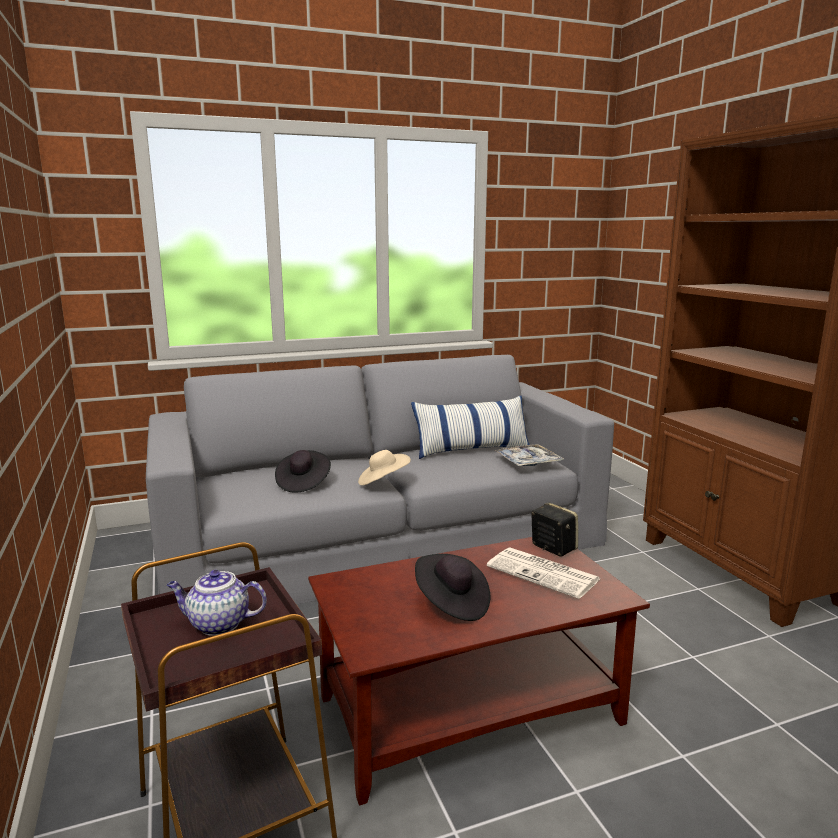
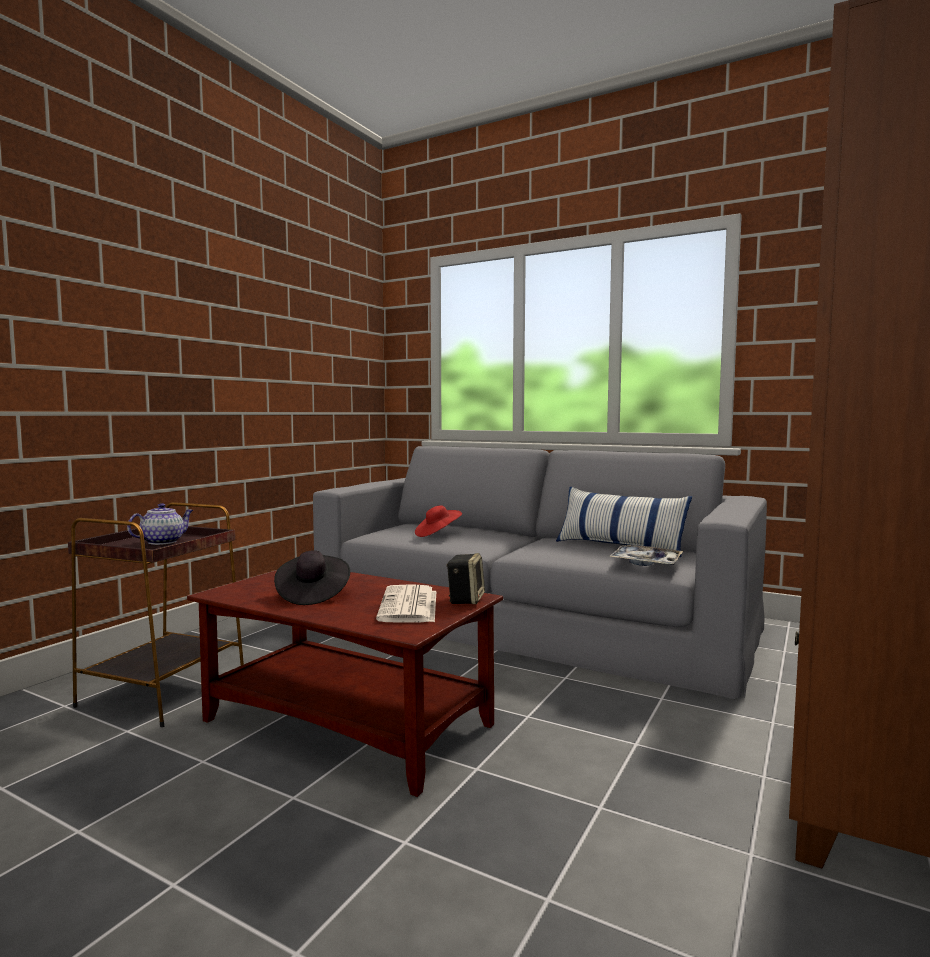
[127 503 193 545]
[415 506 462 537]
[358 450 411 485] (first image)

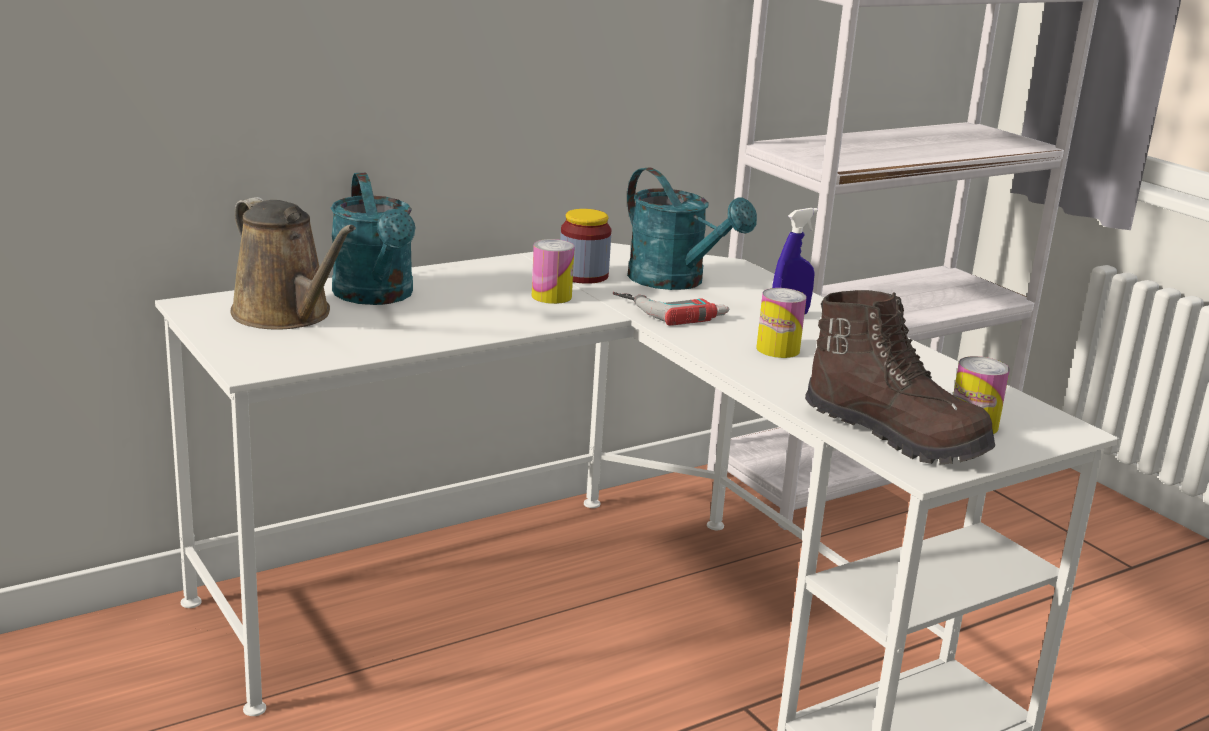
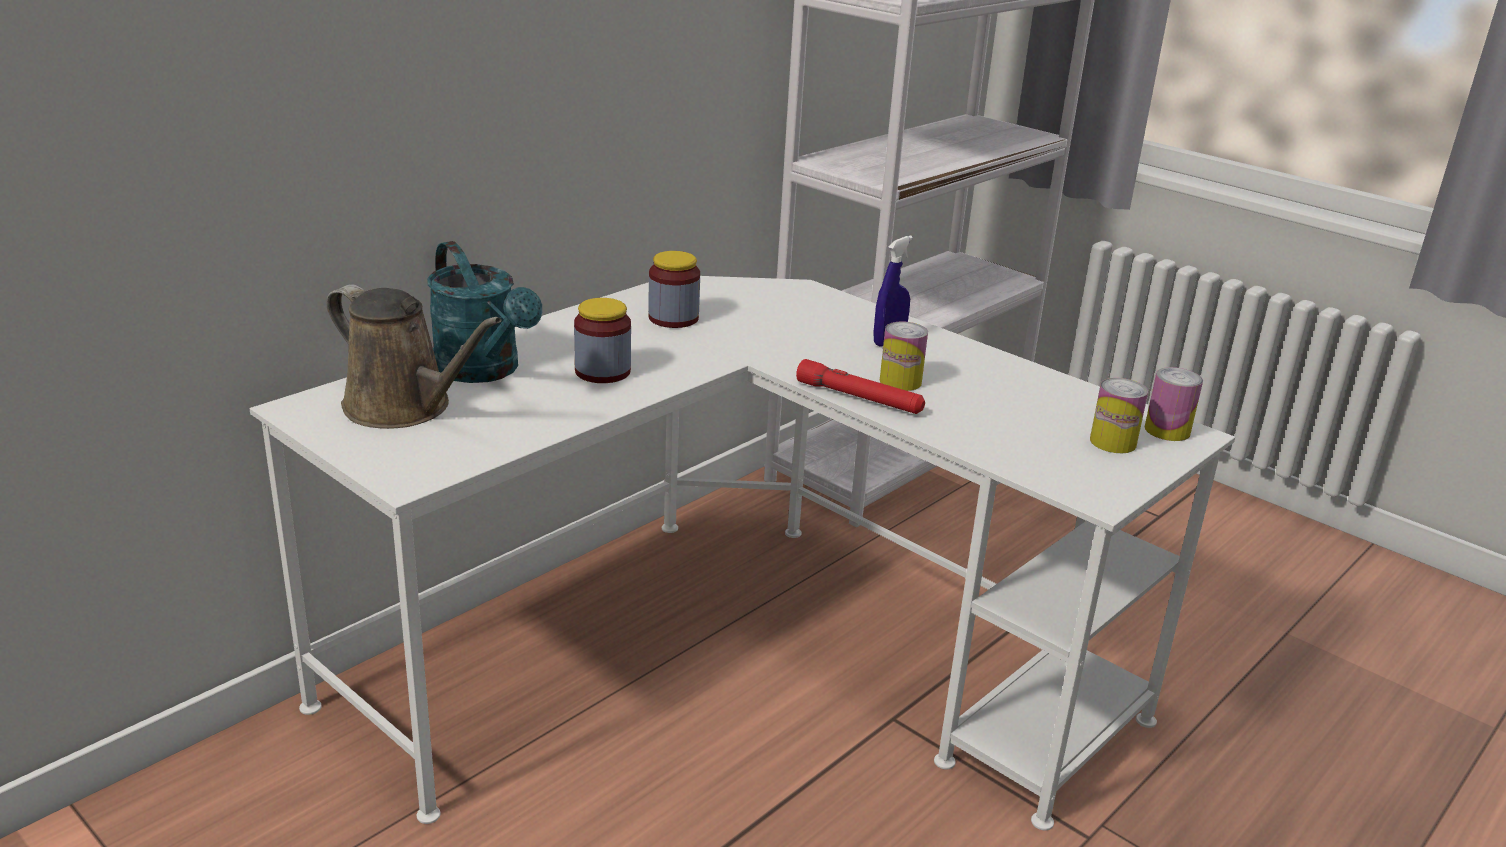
[1145 367 1203 441]
[613 292 729 326] (first image)
[627 168 757 290] (first image)
[805 290 995 464] (first image)
[574 298 631 383]
[796 359 925 414]

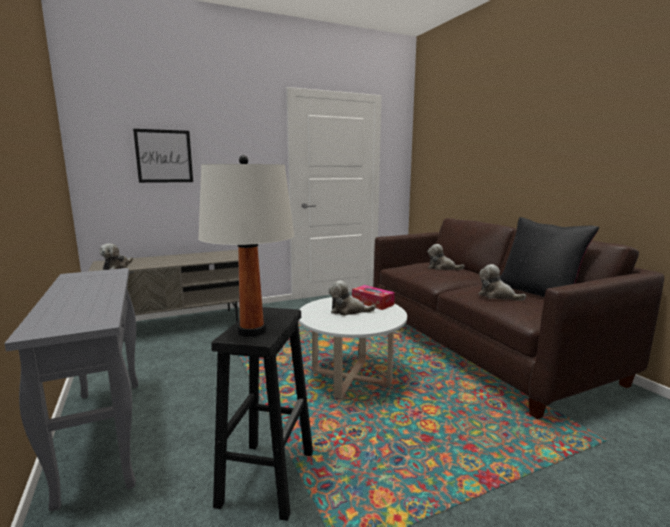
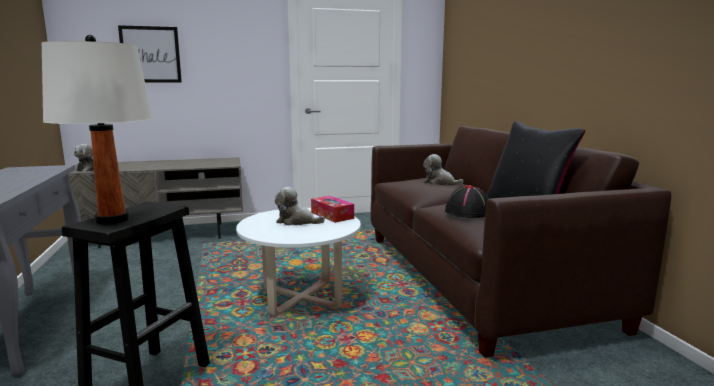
[445 185 489 218]

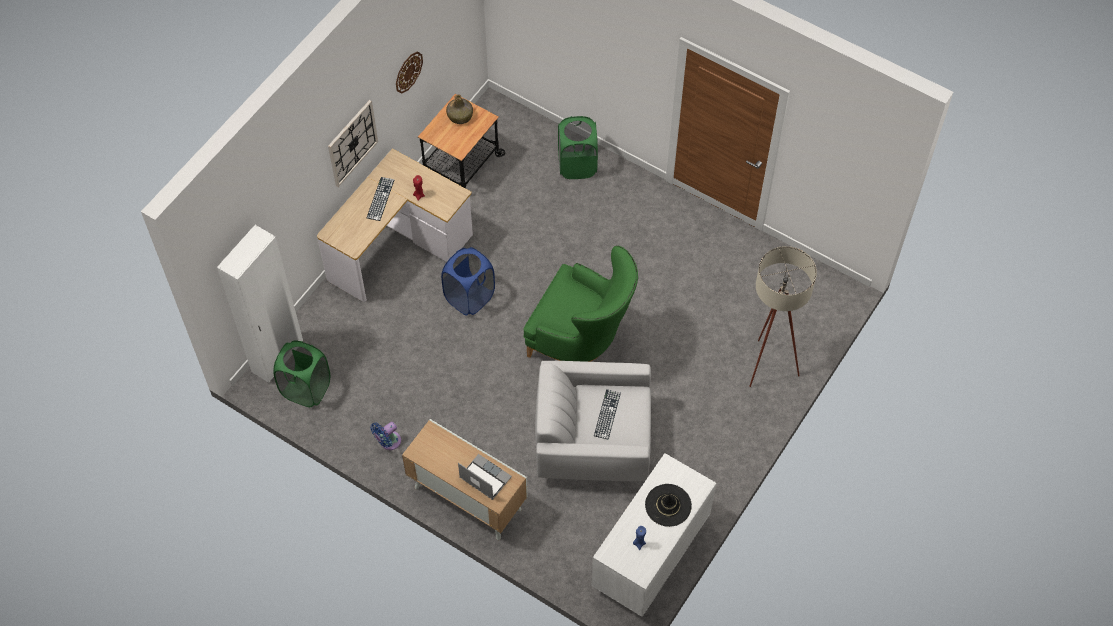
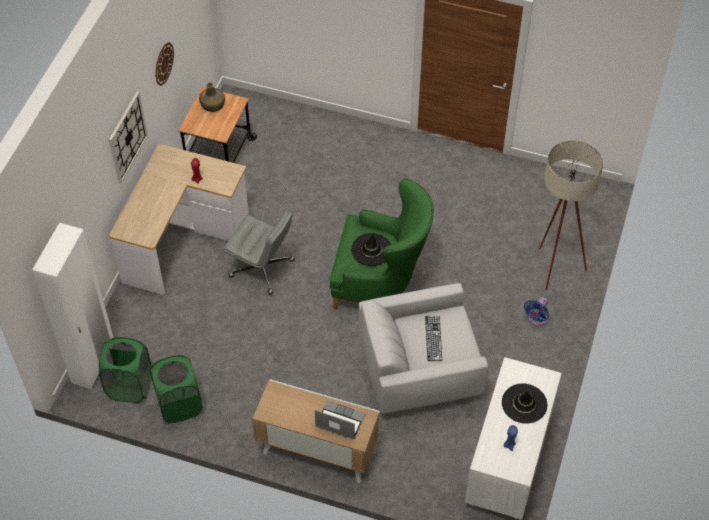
[367 177 394 221] (first image)
[524 297 549 326]
[224 211 295 295]
[150 355 203 423]
[351 233 391 266]

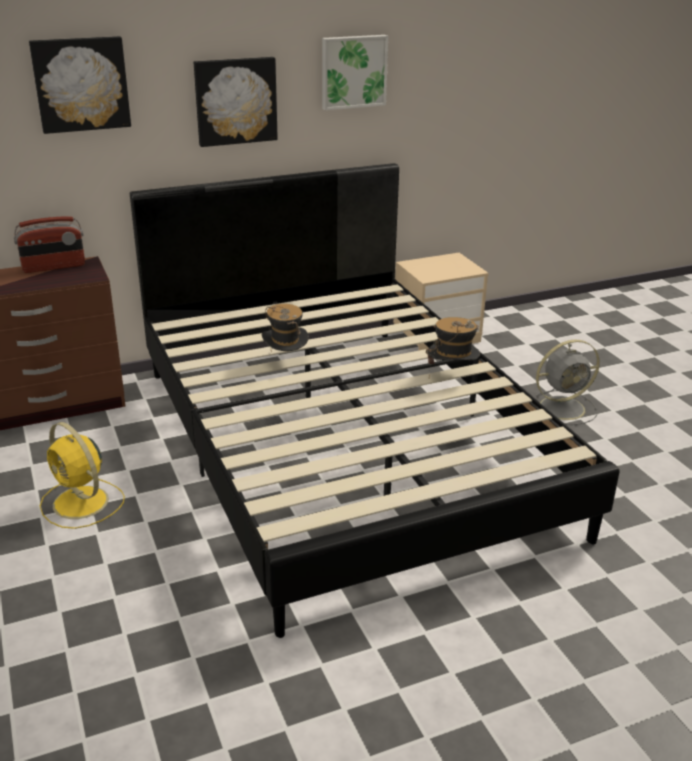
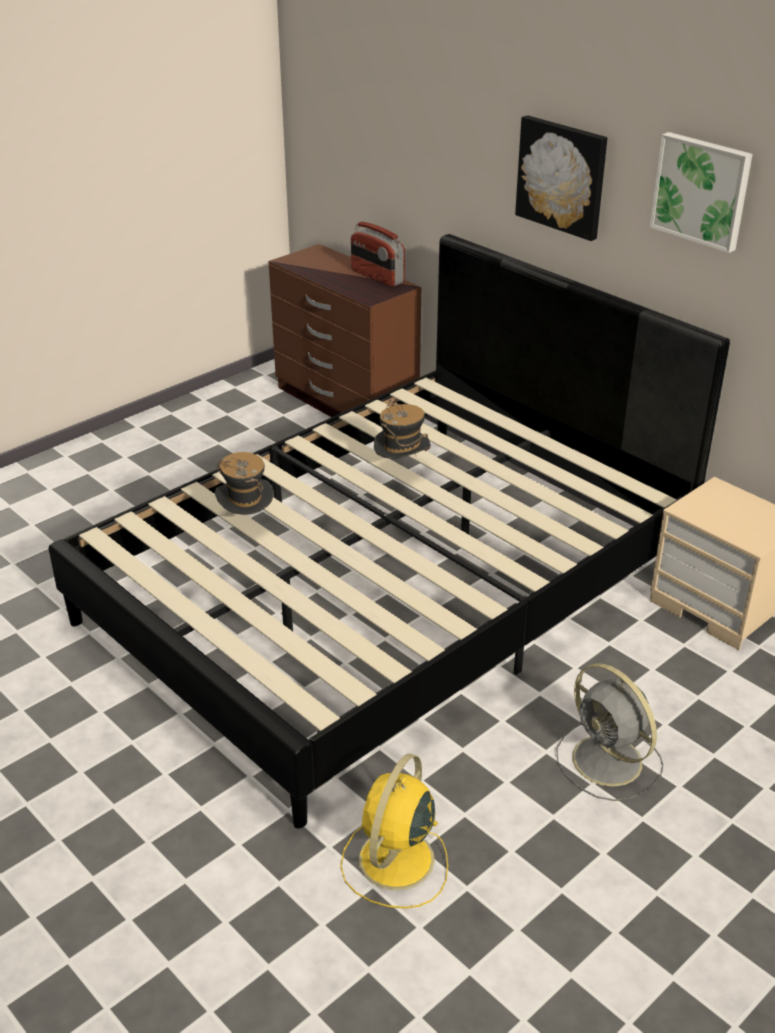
[29 36 131 134] (first image)
[340 753 448 909]
[215 452 274 515]

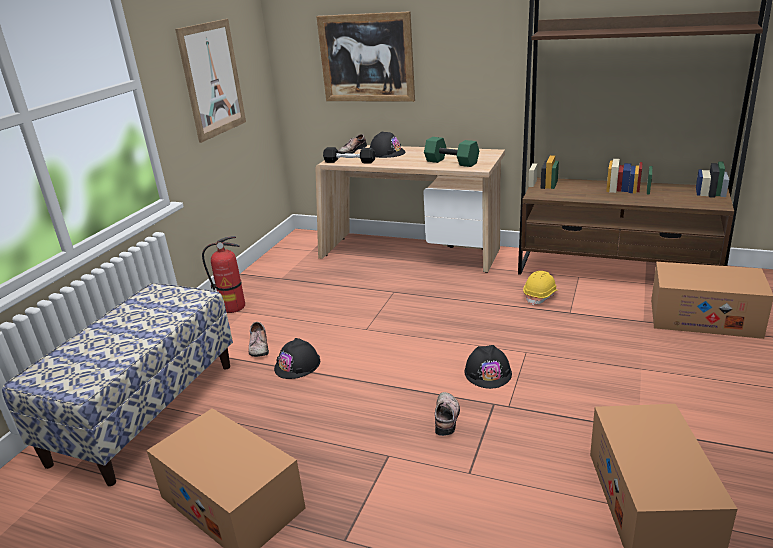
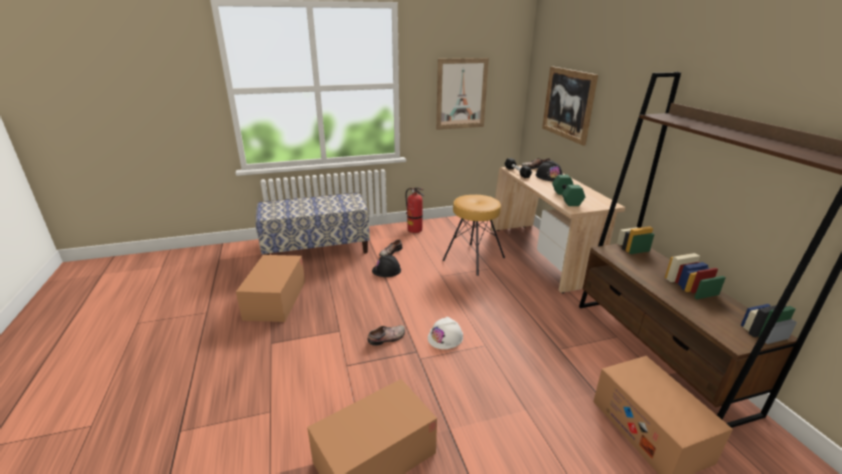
[428 317 463 349]
[523 271 557 306] (first image)
[443 195 505 276]

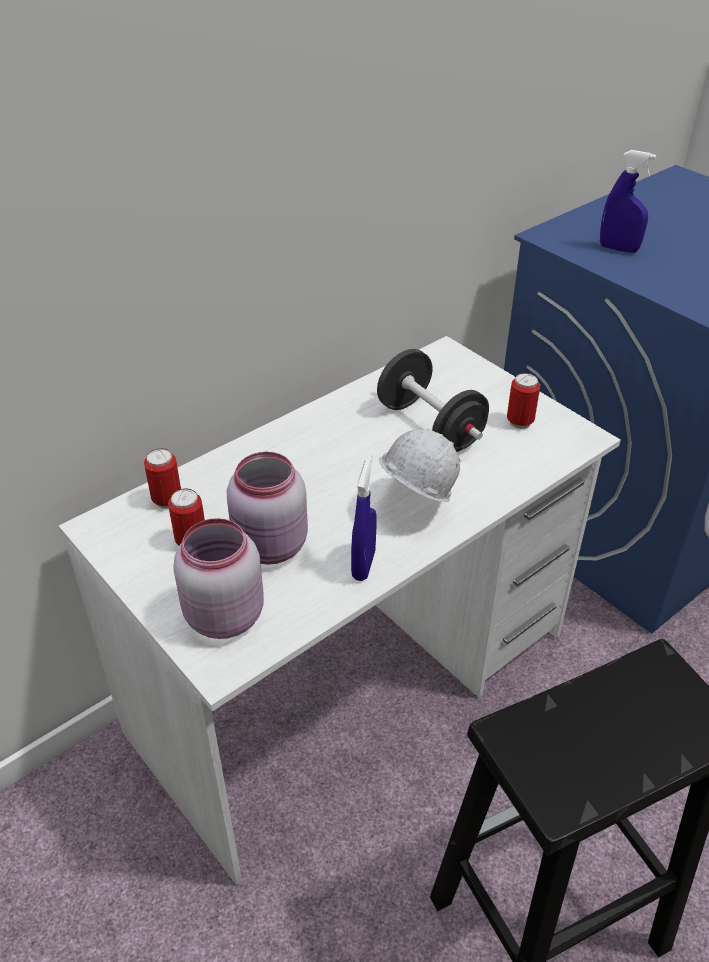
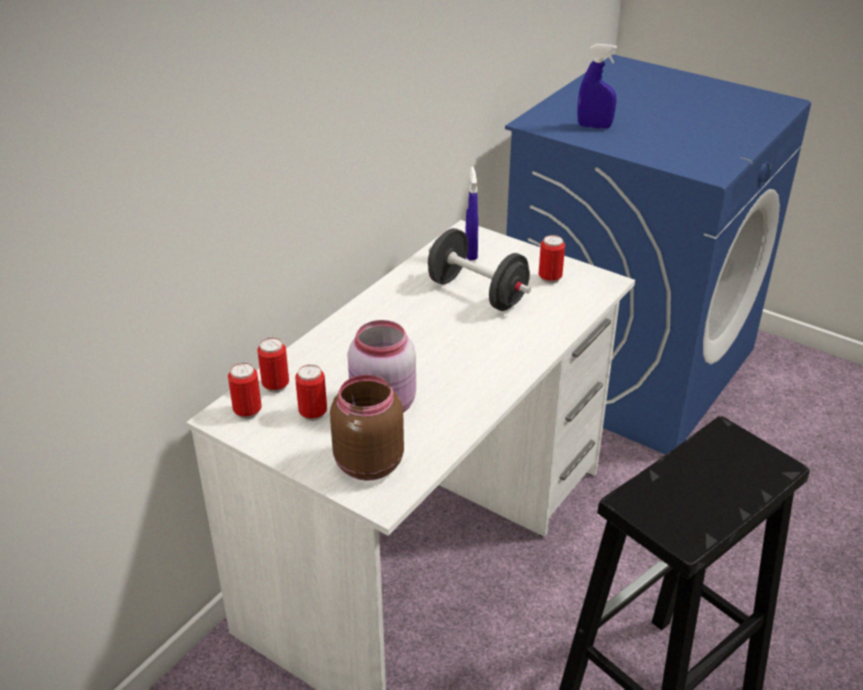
[330 375 404 481]
[465 167 478 260]
[379 428 460 502] (first image)
[228 363 261 419]

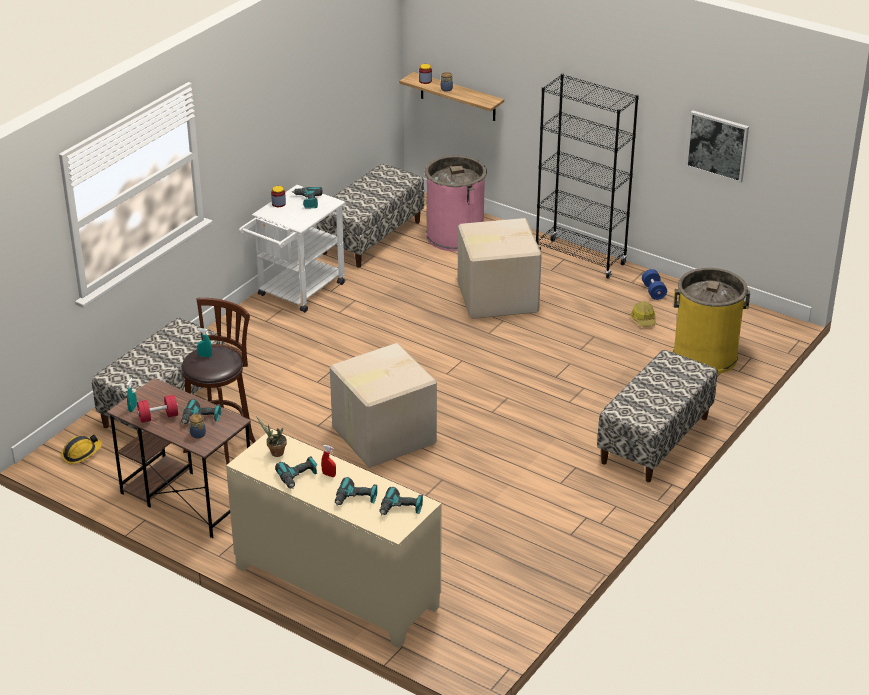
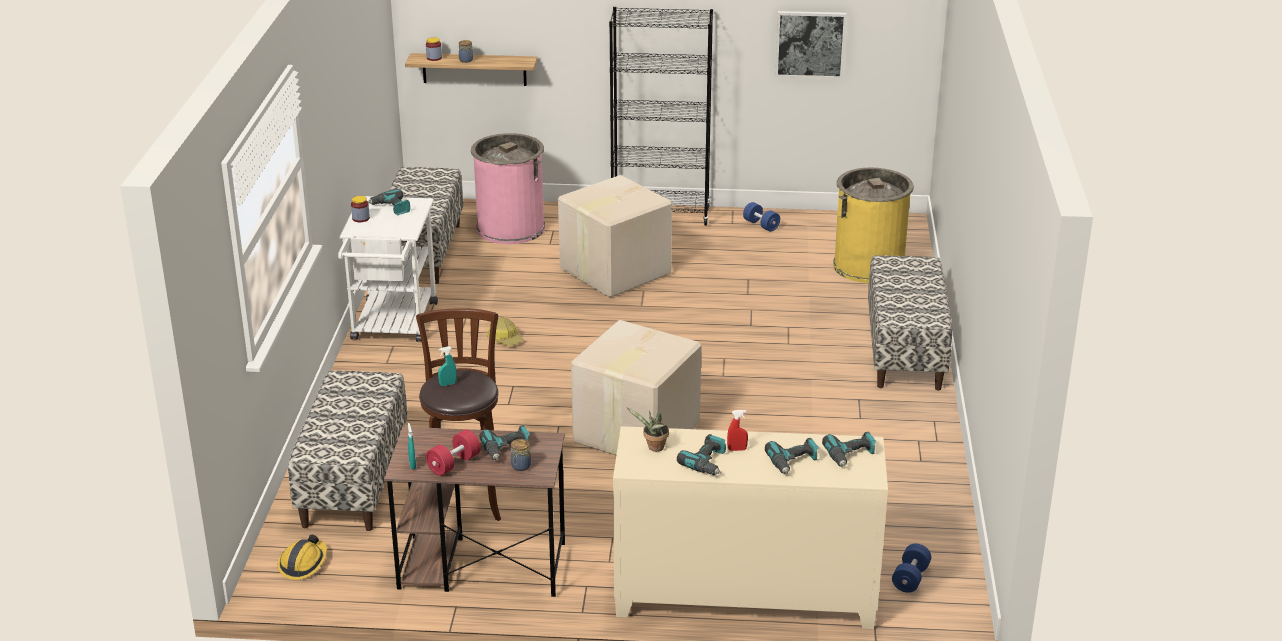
[487 317 523 346]
[892 543 931 593]

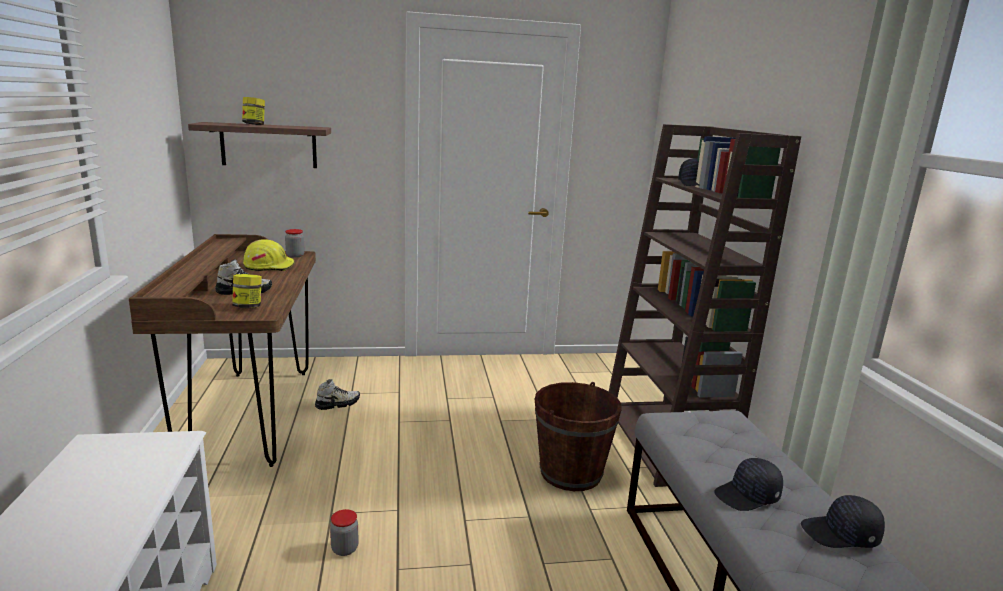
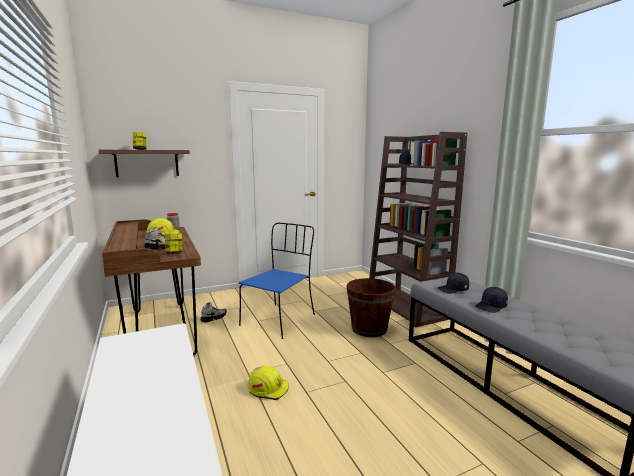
[248 366 289 400]
[438 273 469 293]
[239 223 315 339]

